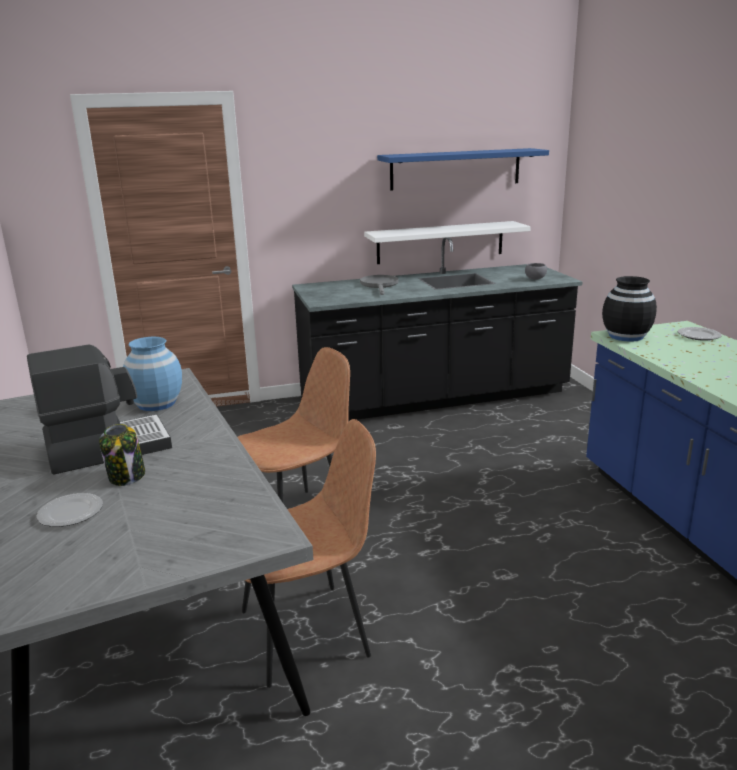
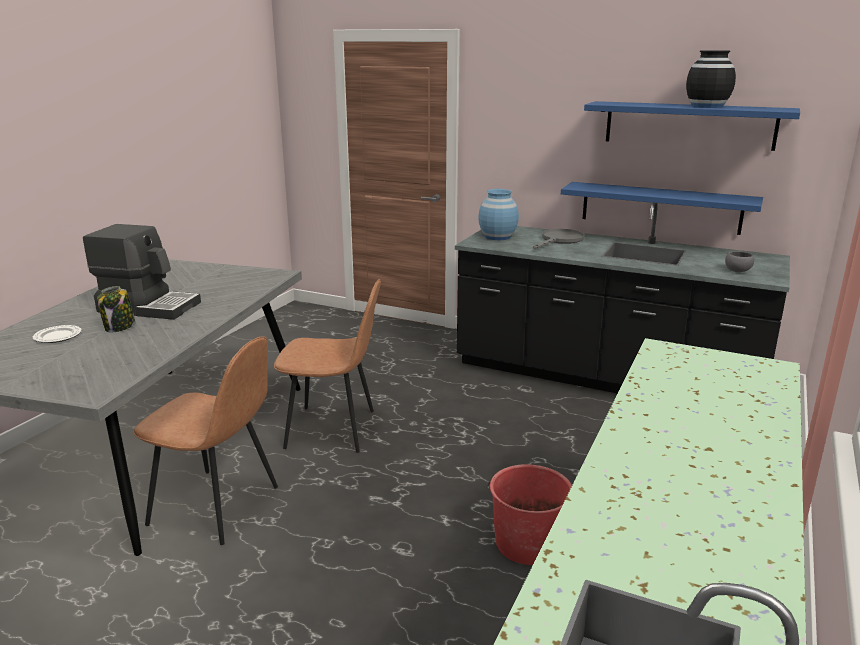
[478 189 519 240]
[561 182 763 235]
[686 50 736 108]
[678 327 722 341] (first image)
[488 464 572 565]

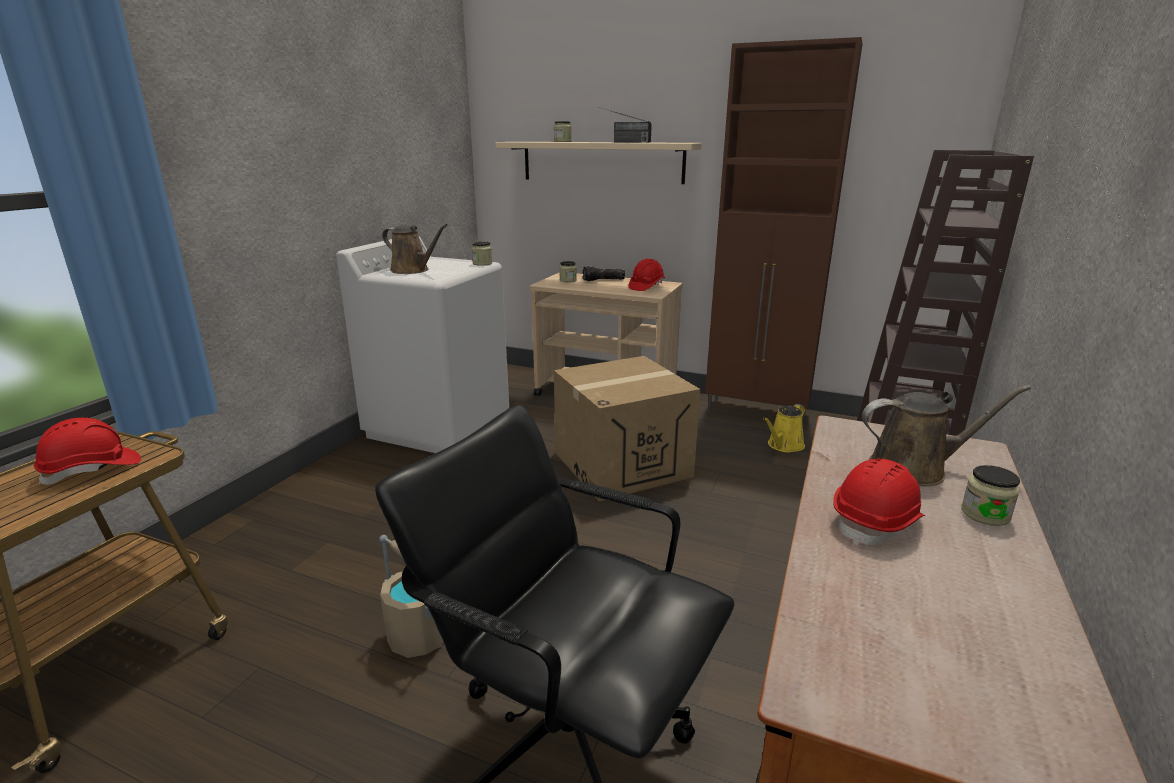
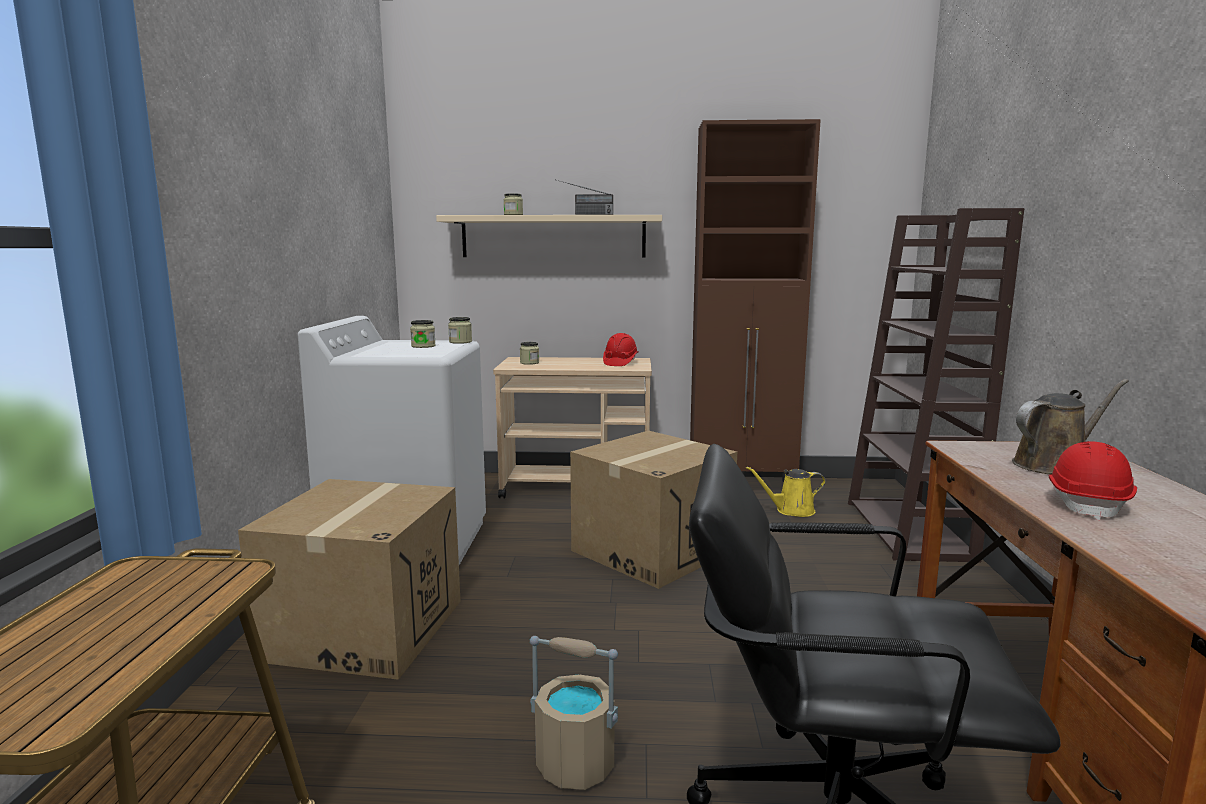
[34 418 141 485] (first image)
[382 224 448 274] (first image)
[582 266 625 281] (first image)
[746 467 826 517]
[410 320 436 348]
[238 479 461 680]

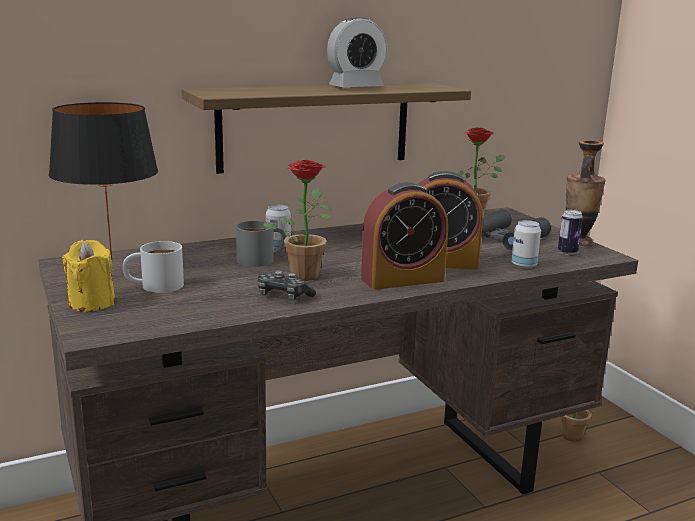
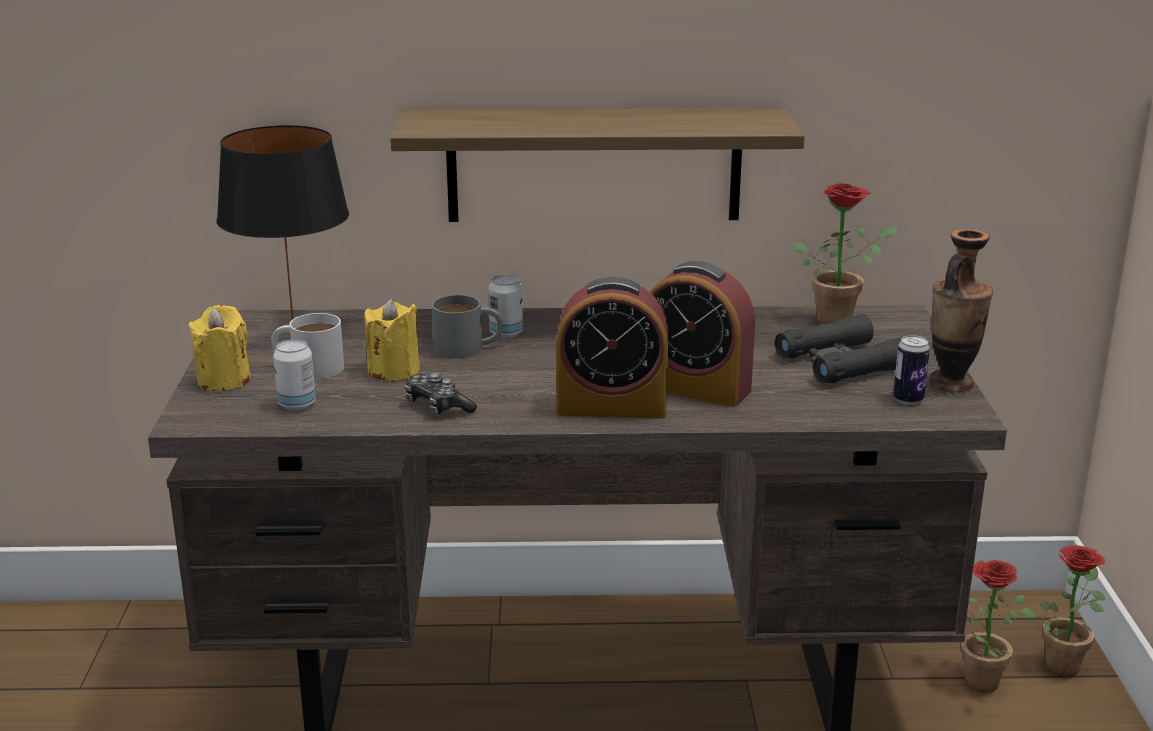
[1021 545 1106 676]
[327 17 387 87] (first image)
[273 339 316 411]
[364 298 420 381]

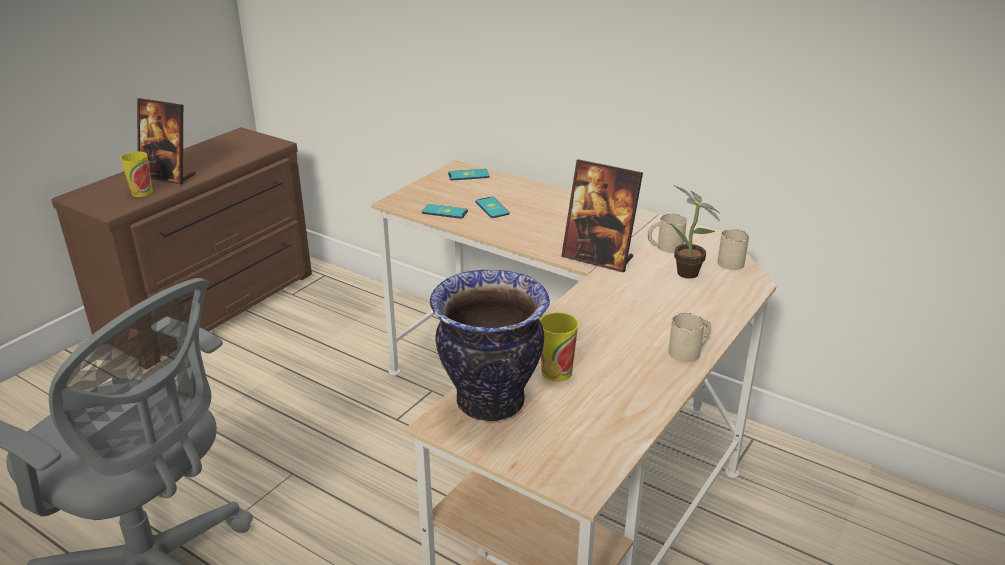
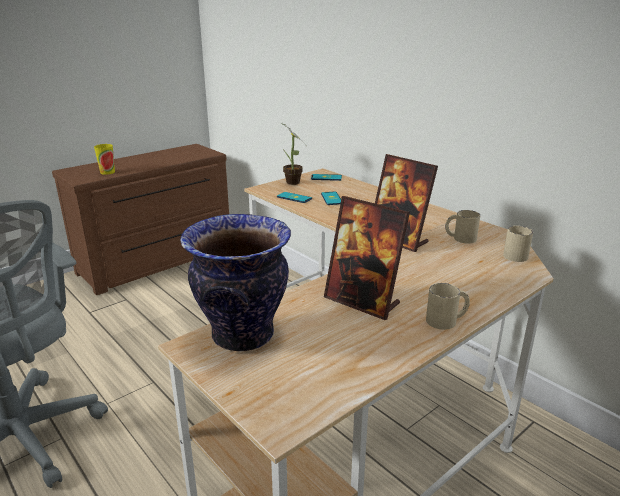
[324 196 410 320]
[540 313 579 382] (first image)
[281 123 308 185]

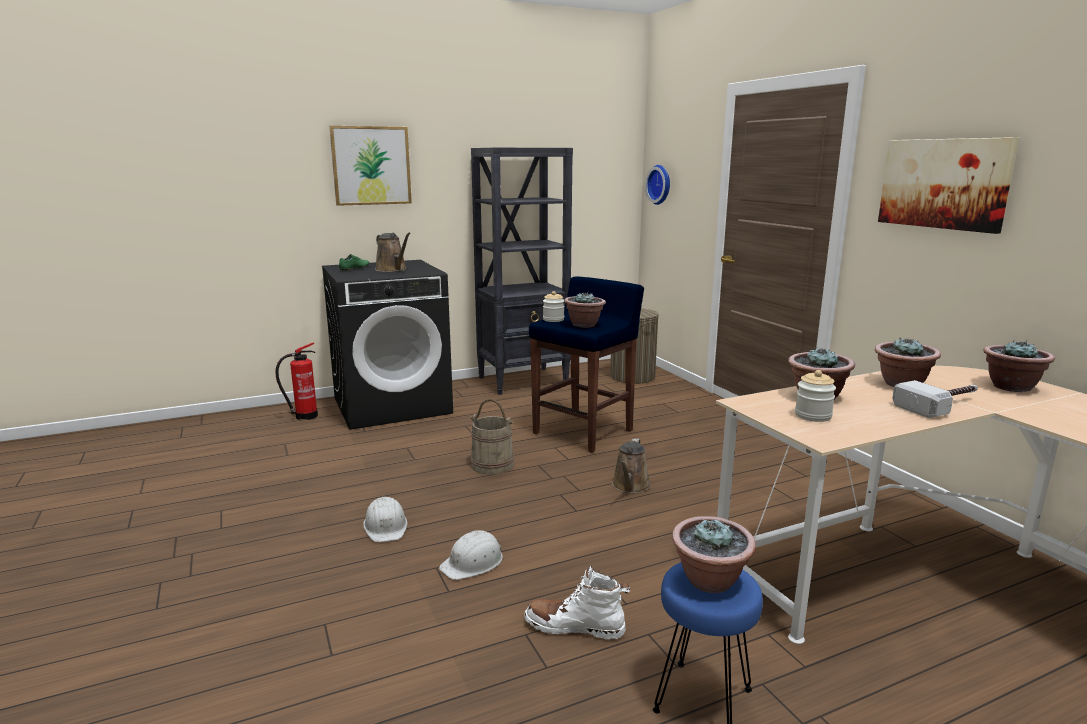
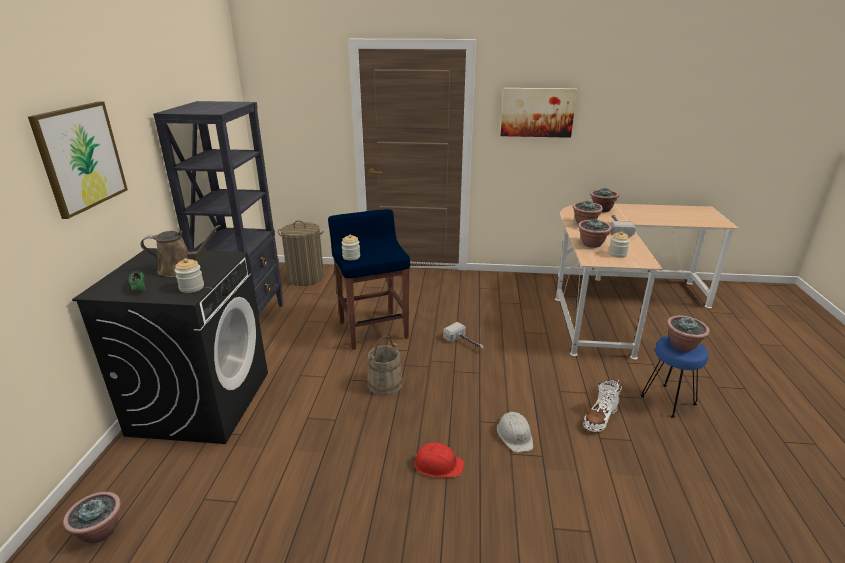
[275 342 318 420] (first image)
[411 442 464 477]
[63 492 121 544]
[443 322 484 349]
[645 165 670 205] (first image)
[174 258 204 293]

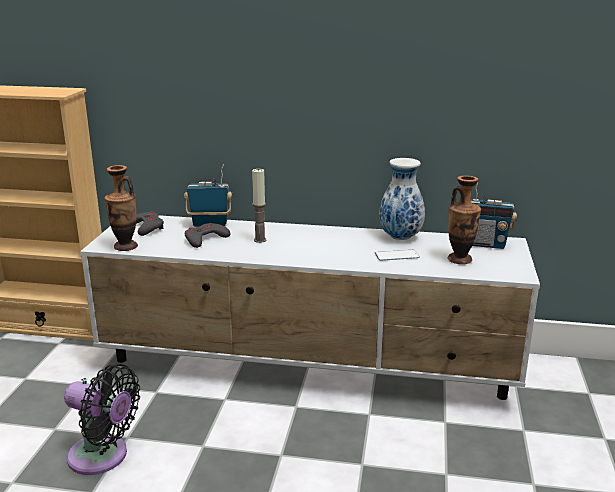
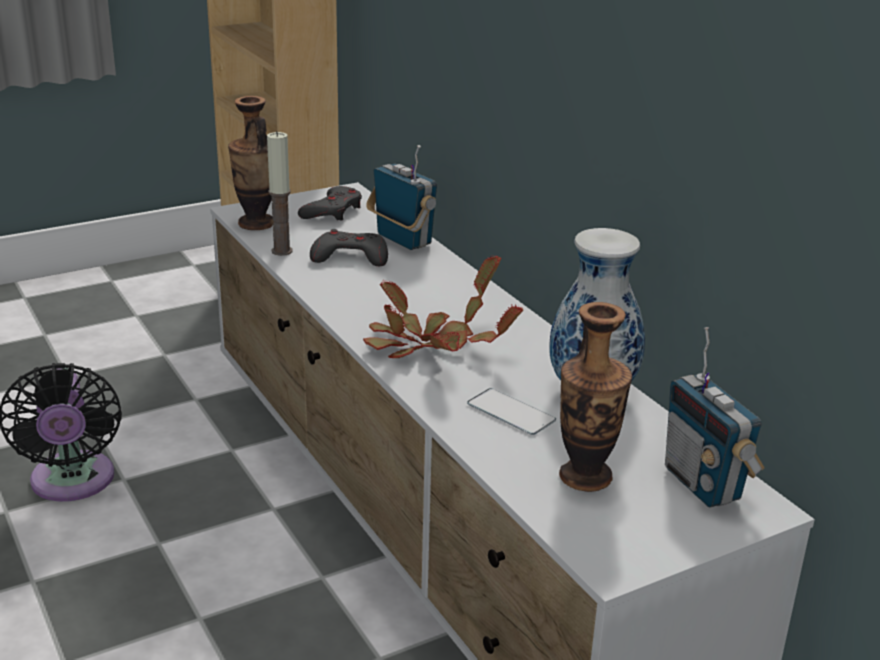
[267 131 293 256]
[363 255 523 358]

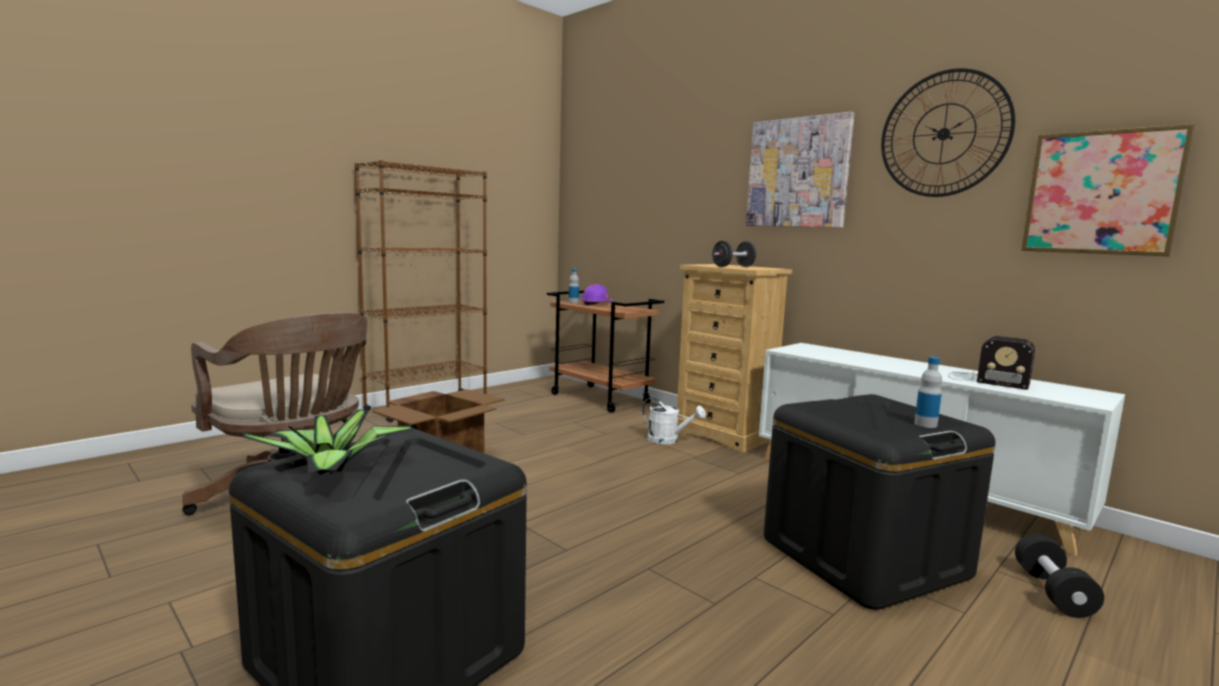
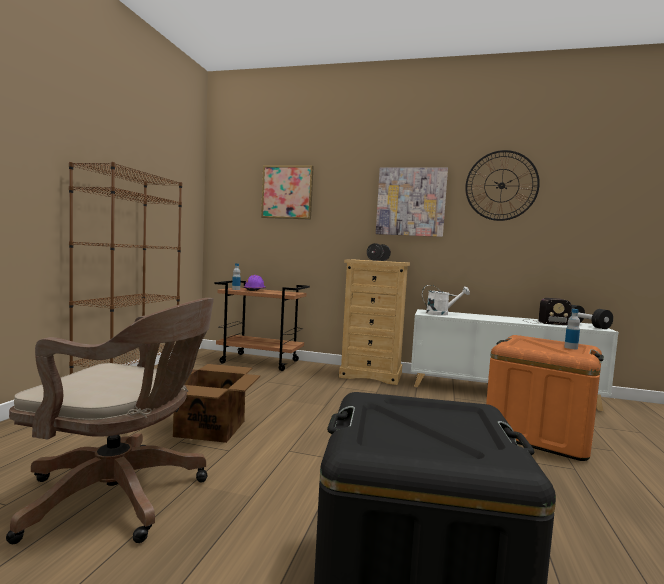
[243 409 414 475] (first image)
[422 285 470 316]
[486 335 604 461]
[571 305 613 329]
[261 165 314 220]

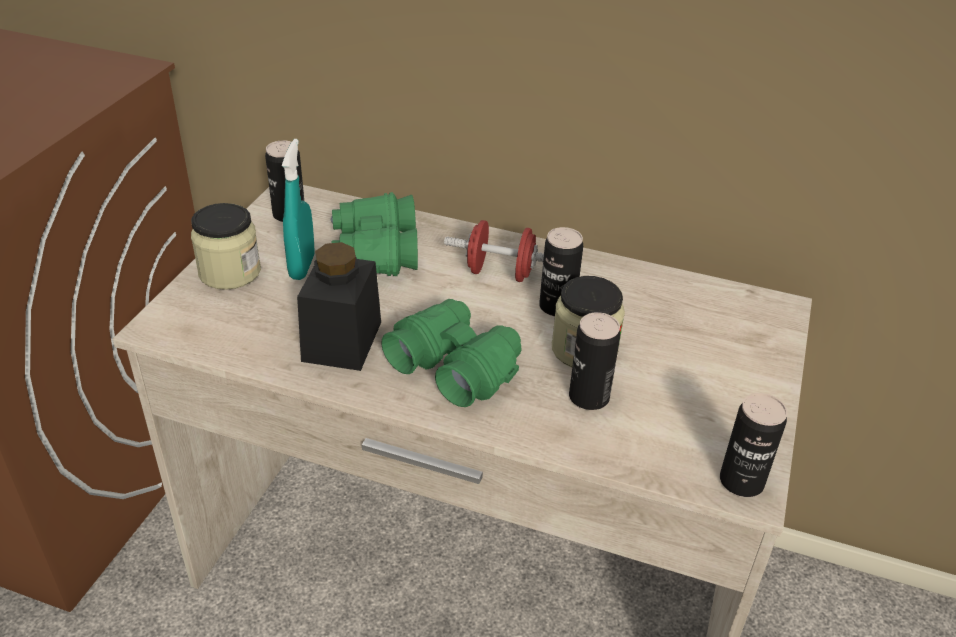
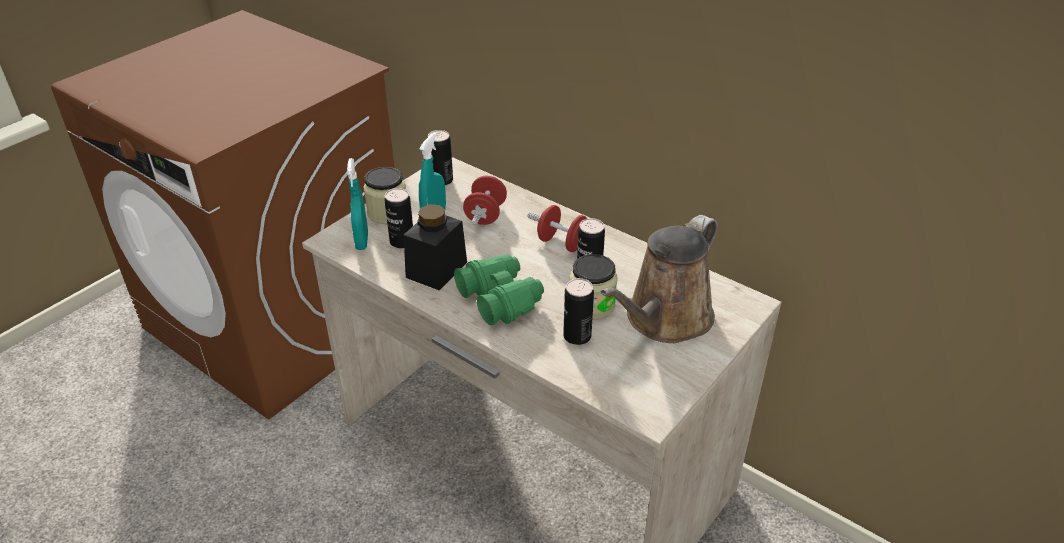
[463 176 507 225]
[384 188 413 248]
[347 158 368 250]
[601 215 718 343]

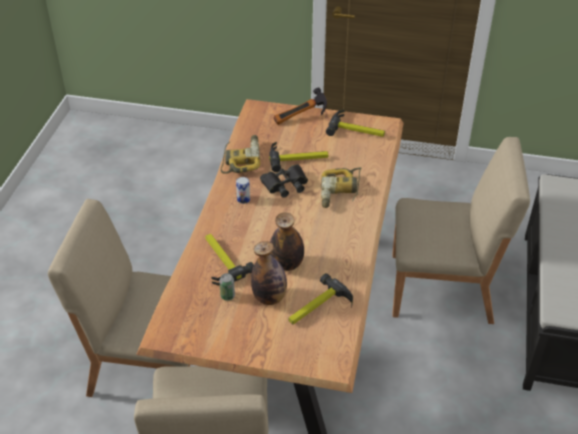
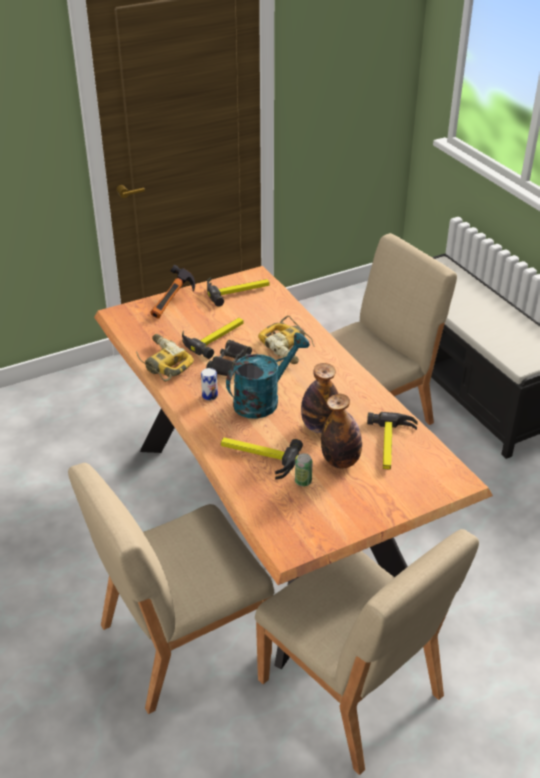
[226 333 310 419]

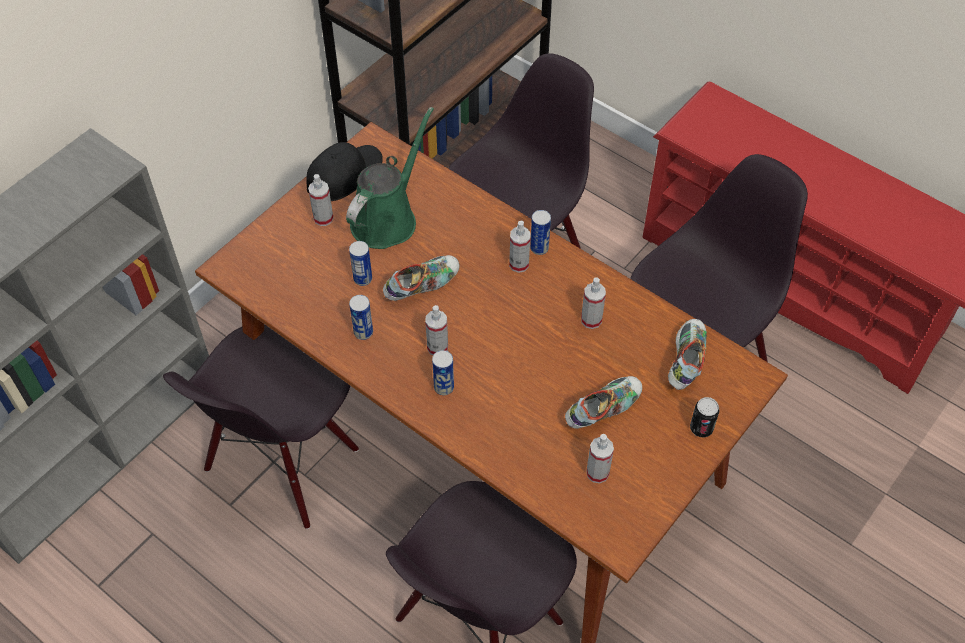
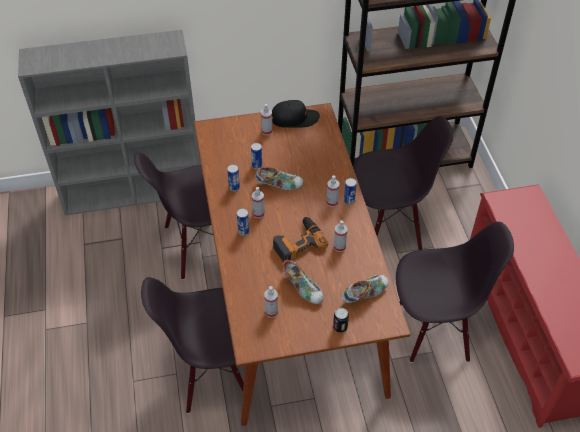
[346 107 434 249] (first image)
[282 260 324 304]
[273 217 328 262]

